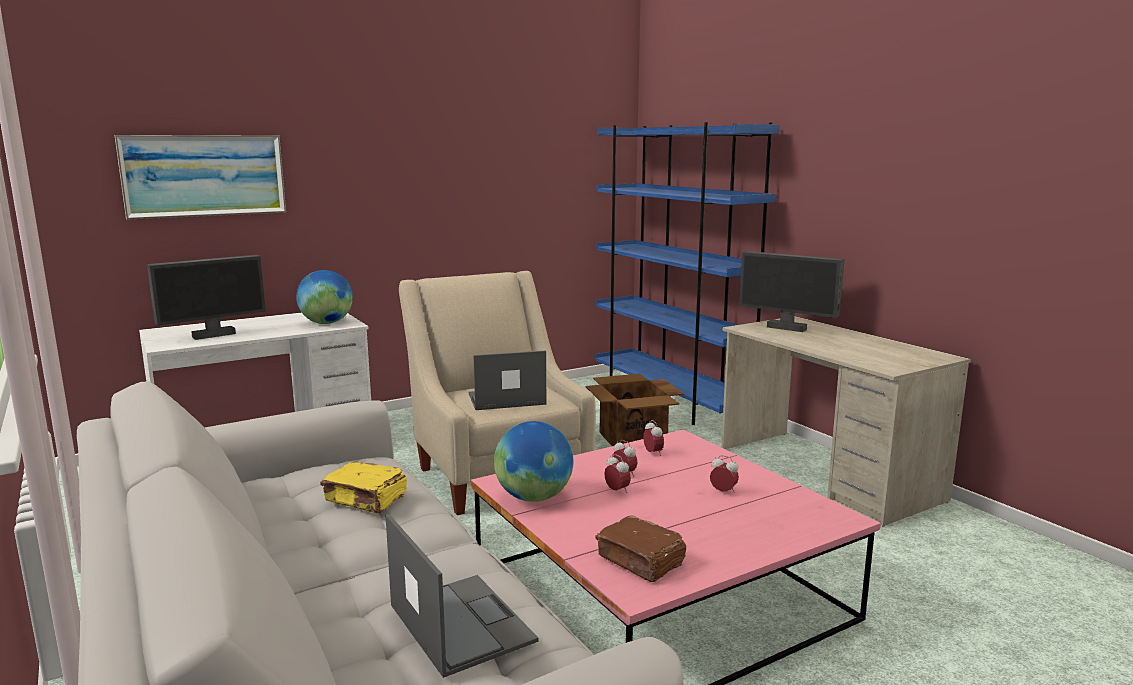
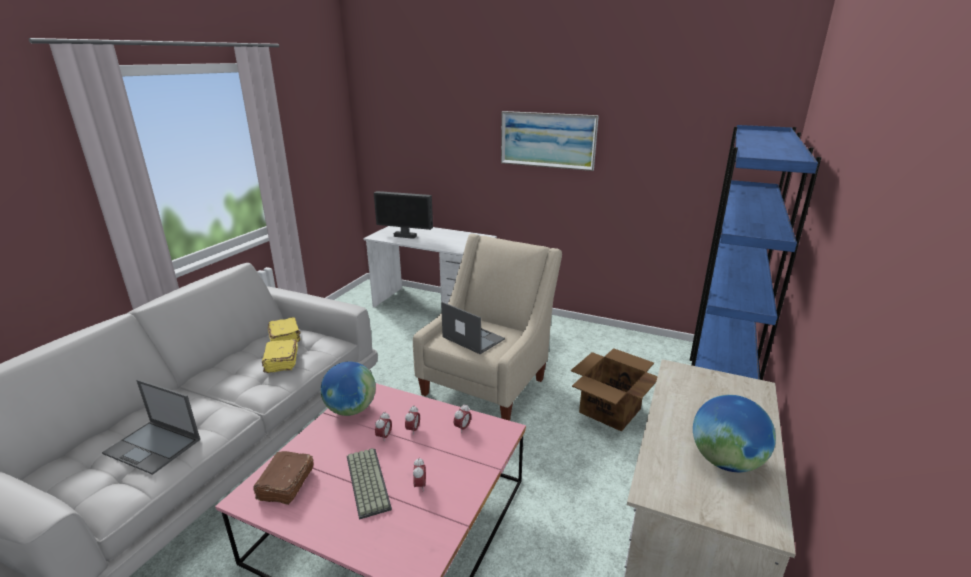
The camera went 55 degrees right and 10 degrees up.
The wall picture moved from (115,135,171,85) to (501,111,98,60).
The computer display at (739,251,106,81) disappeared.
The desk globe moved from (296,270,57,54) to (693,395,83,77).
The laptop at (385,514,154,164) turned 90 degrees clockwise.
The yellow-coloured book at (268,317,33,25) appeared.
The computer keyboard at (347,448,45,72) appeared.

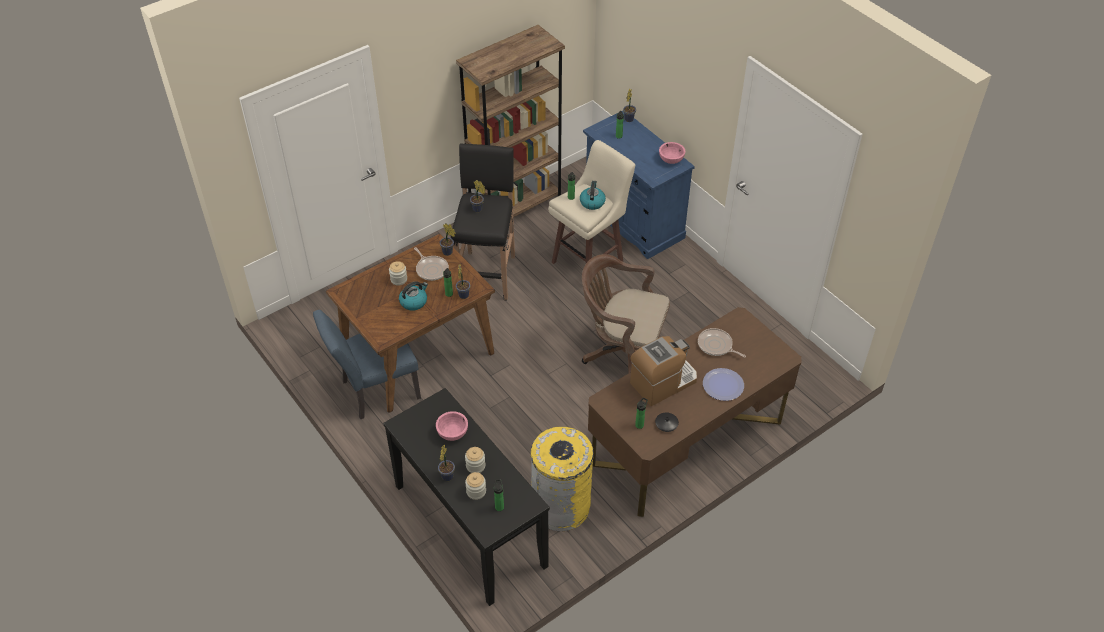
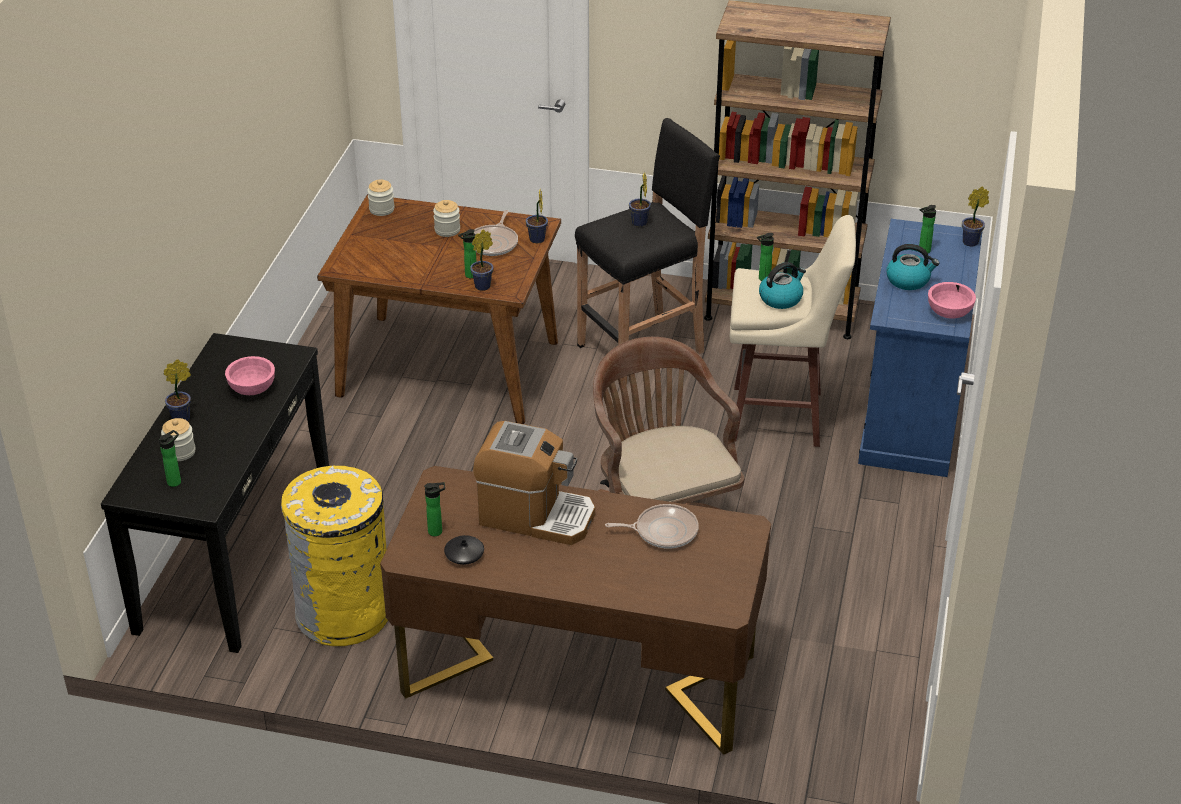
The camera went 50 degrees right and 10 degrees down.
The kettle moved from (399,282,29,29) to (886,244,54,46).
The blue plain chair at (313,310,108,109) disappeared.
The frying pan at (698,328,48,30) turned 90 degrees clockwise.
The plate at (703,368,41,33) disappeared.
The preserve jar moved from (465,447,21,26) to (367,179,28,37).

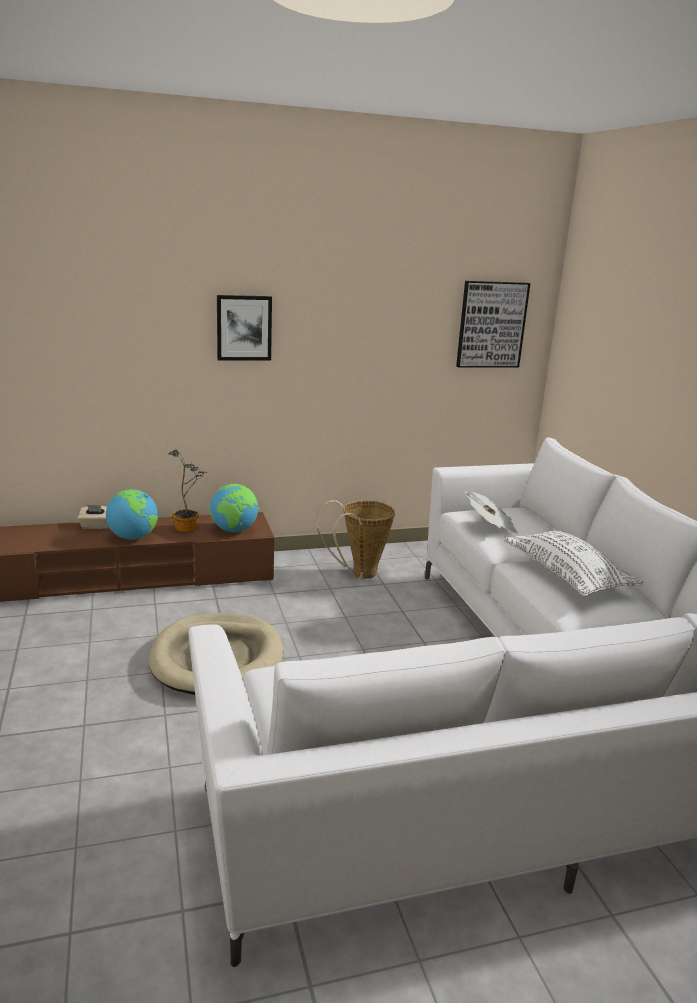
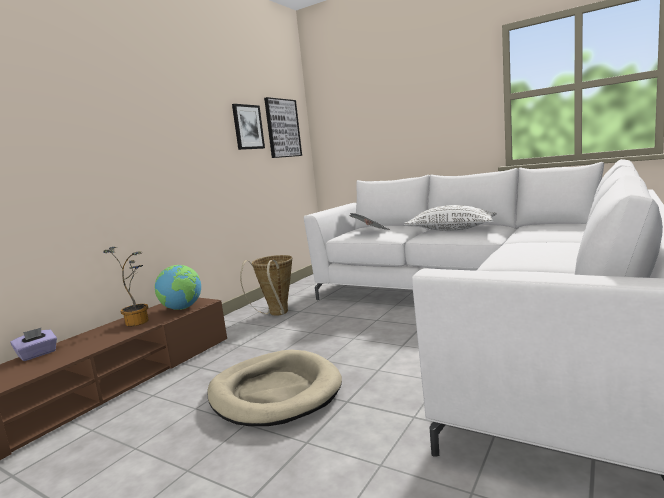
The camera went 40 degrees left and 10 degrees down.
The wall picture moved from (217,295,55,65) to (232,104,33,46).
The desk globe at (106,489,52,51) disappeared.
The sand-coloured box of tissues at (78,505,31,24) became the purple box of tissues at (10,328,47,33).

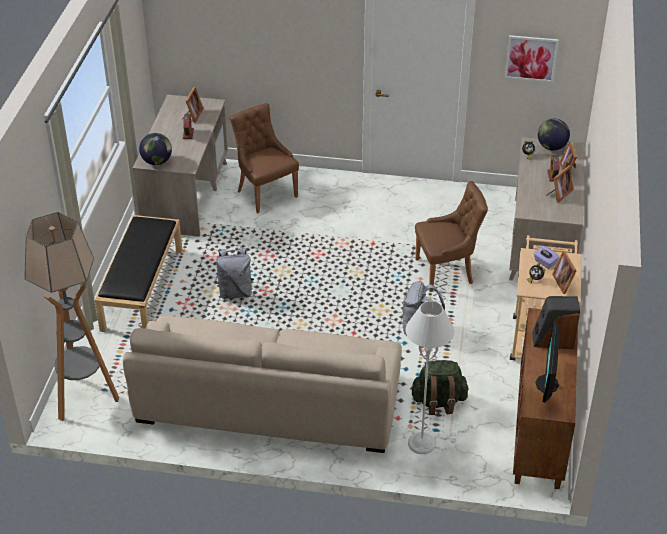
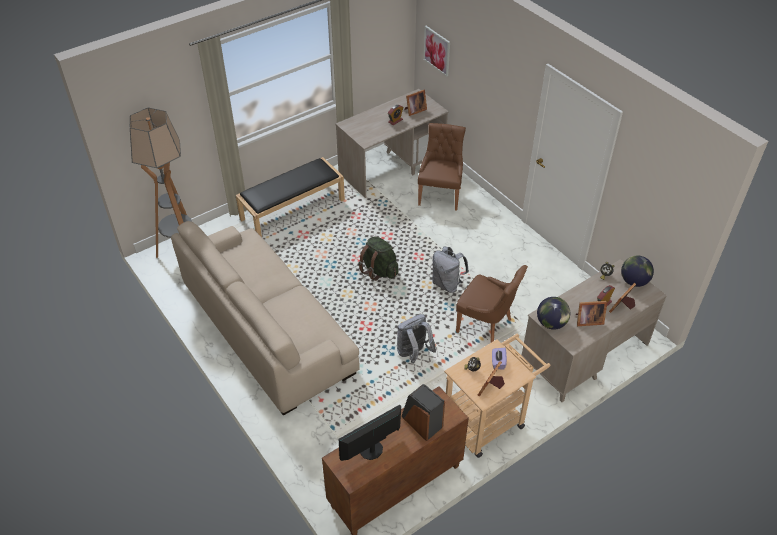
The camera went 45 degrees right and 5 degrees up.
The wall picture moved from (505,35,54,47) to (423,26,27,51).
The desk globe moved from (139,133,33,32) to (537,297,33,33).
The greyish rucksack moved from (216,247,38,52) to (432,247,37,46).
The greyish standard lamp at (406,301,48,153) disappeared.
The green rucksack moved from (410,360,59,55) to (358,236,40,45).

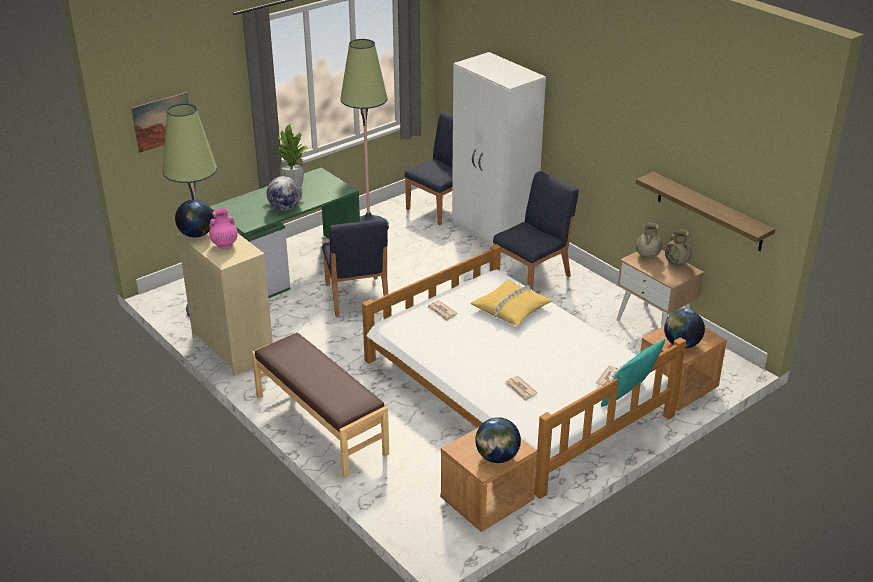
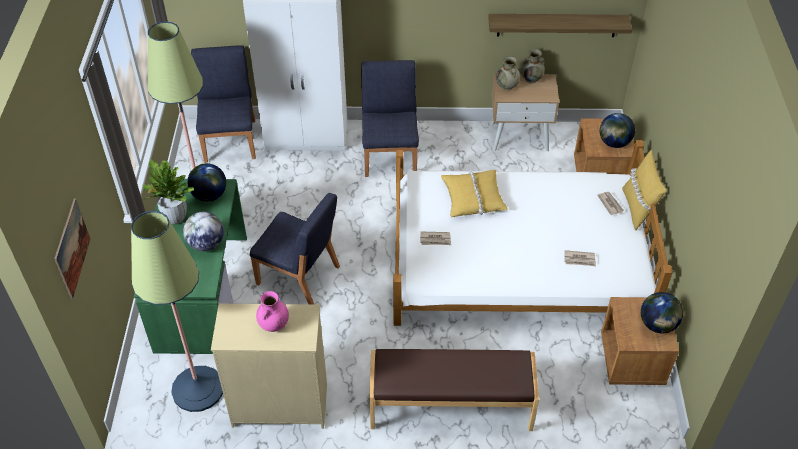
The camera went 50 degrees left and 15 degrees up.
The desk globe moved from (175,199,39,39) to (187,163,39,39).
The blue-green pillow at (601,339,64,68) became the yellow-coloured pillow at (622,150,44,80).

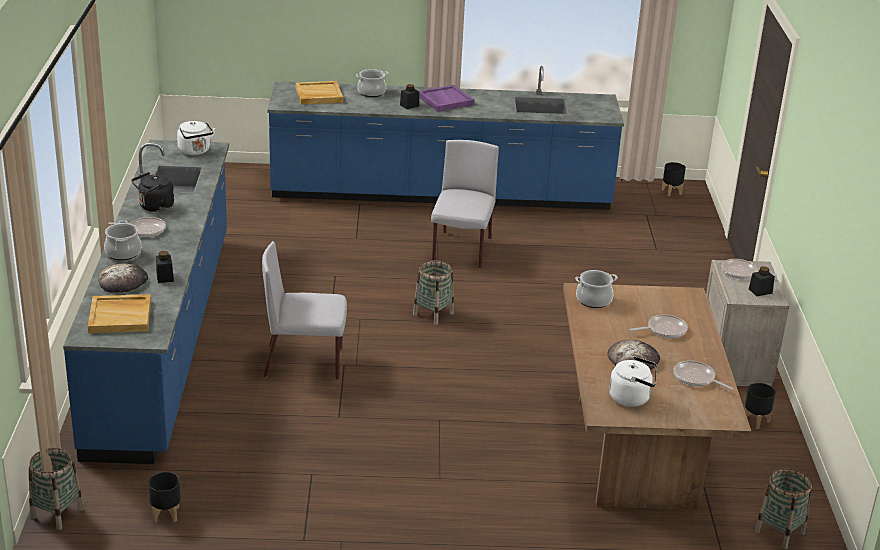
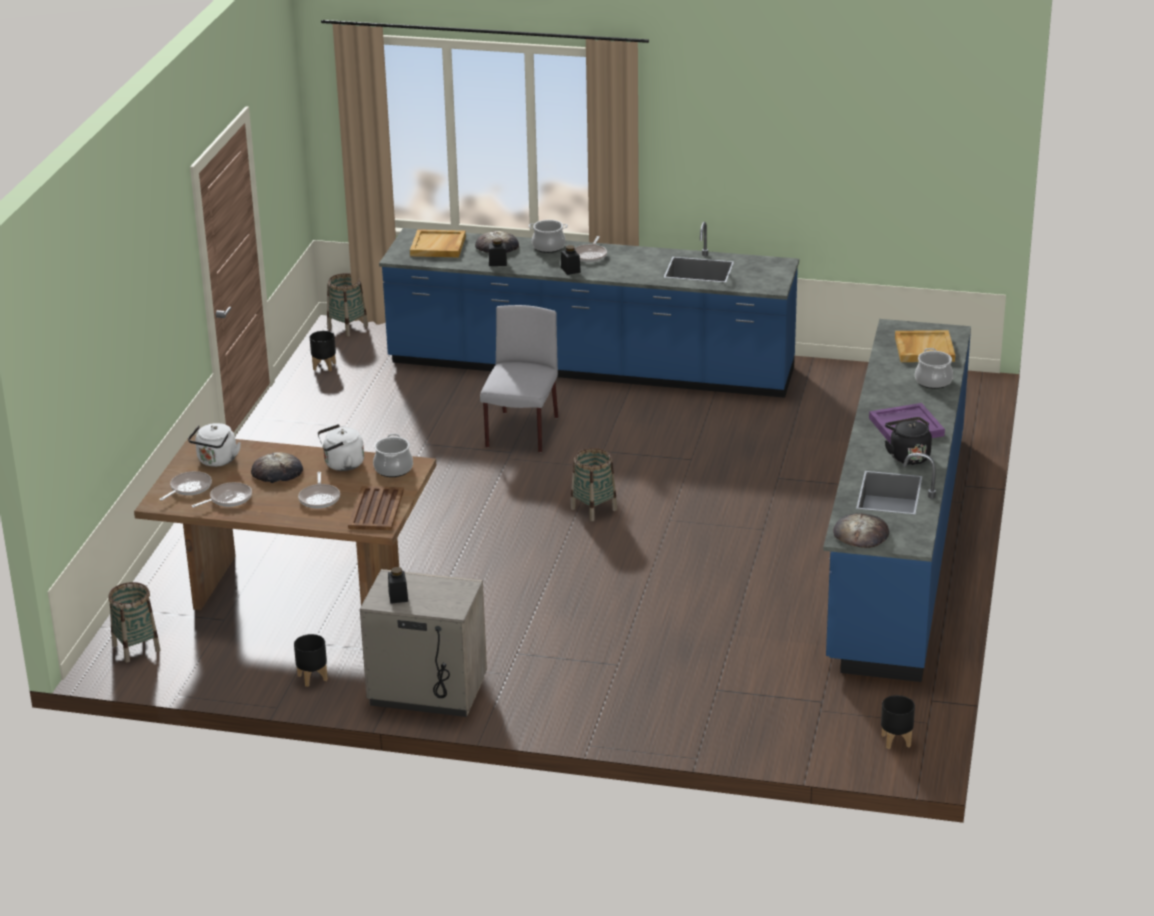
The camera went 105 degrees right and 0 degrees up.
The blackish preserve jar moved from (400,84,19,25) to (561,245,20,30).
The white kettle moved from (177,121,38,34) to (318,424,46,47).
The greyish plain chair at (431,140,68,128) disappeared.
The blackish kettle moved from (132,172,42,40) to (885,417,47,48).
The frying pan moved from (721,259,56,20) to (159,471,53,30).
The brown-coloured serving tray at (348,486,56,44) appeared.
The bread at (833,513,56,35) appeared.

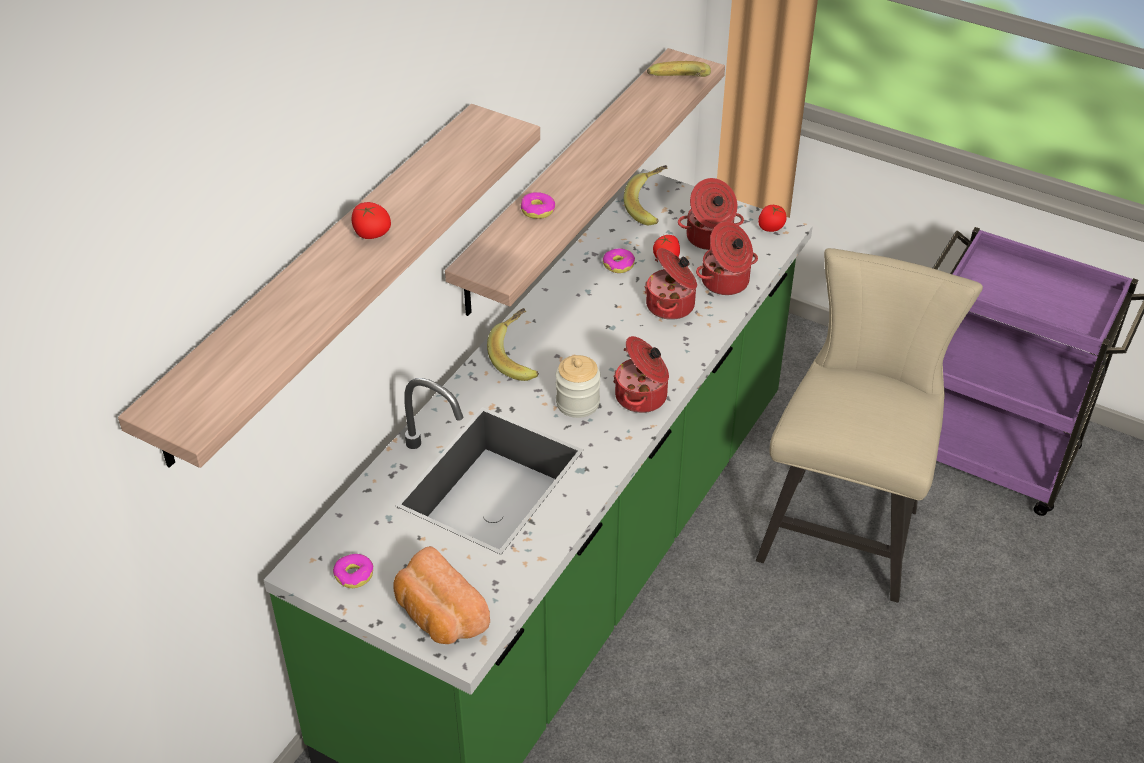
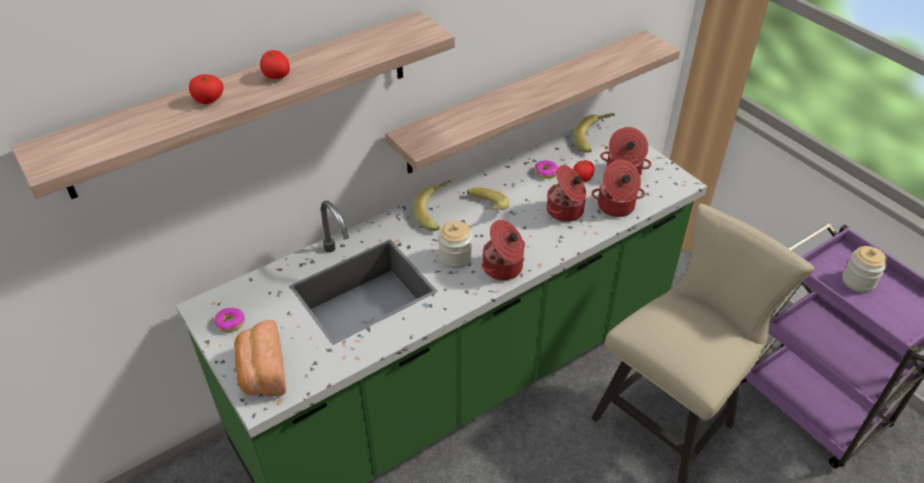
The camera went 25 degrees right and 0 degrees up.
The banana moved from (647,61,64,16) to (467,187,42,23).
The ring doughnut at (521,192,34,27) disappeared.
The fresh tomato moved from (758,205,29,27) to (189,74,35,30).
The preserve jar at (842,246,45,47) appeared.

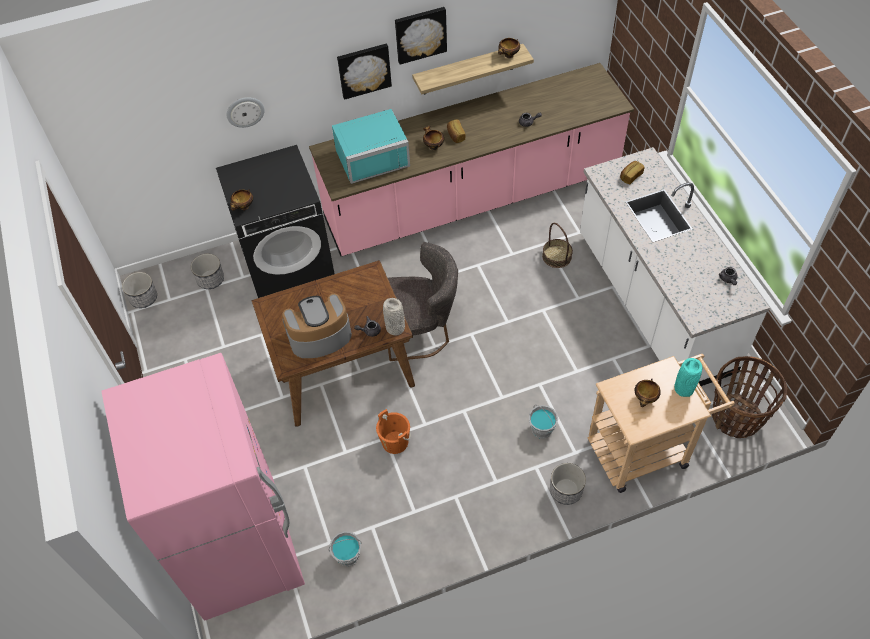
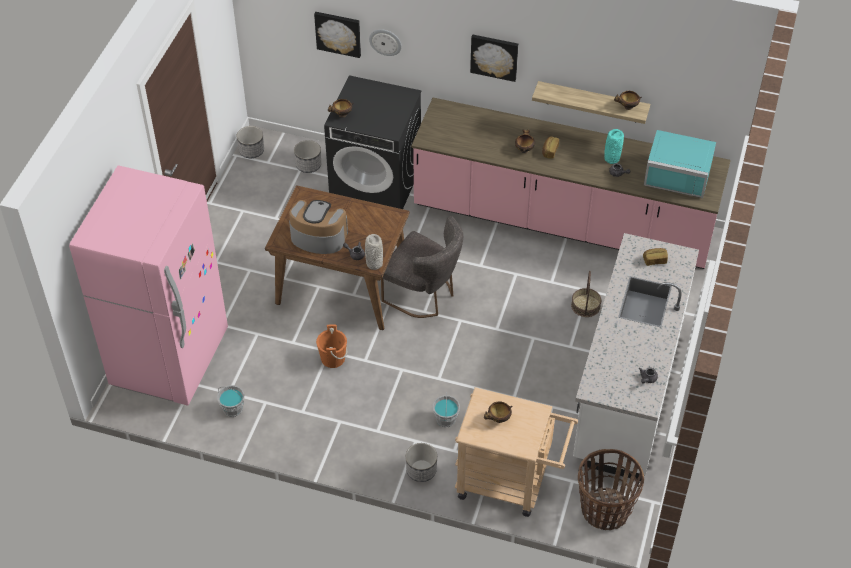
The camera went 35 degrees right and 5 degrees down.
The wall picture moved from (395,7,52,58) to (314,12,47,46).
The blue-green kitchen microwave moved from (332,109,78,75) to (644,130,72,68).
The blue-green decorative vase moved from (674,358,29,39) to (604,129,20,35).

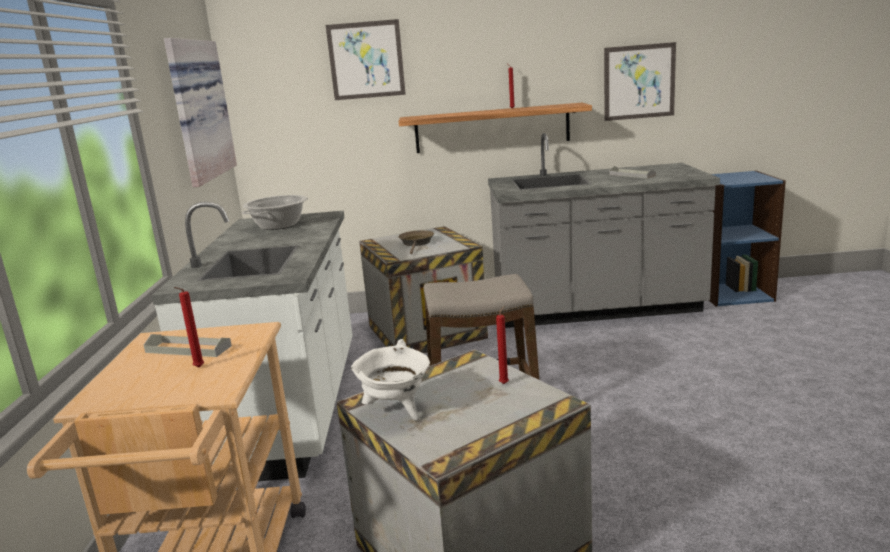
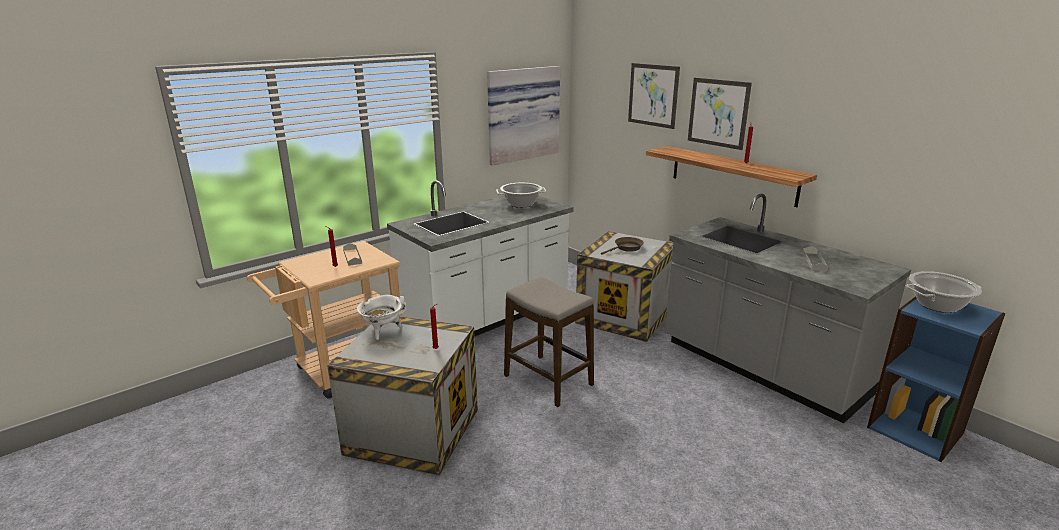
The camera went 50 degrees right and 5 degrees up.
The wall picture moved from (604,42,72,79) to (688,78,64,72).
The saucepot at (906,271,76,42) appeared.

